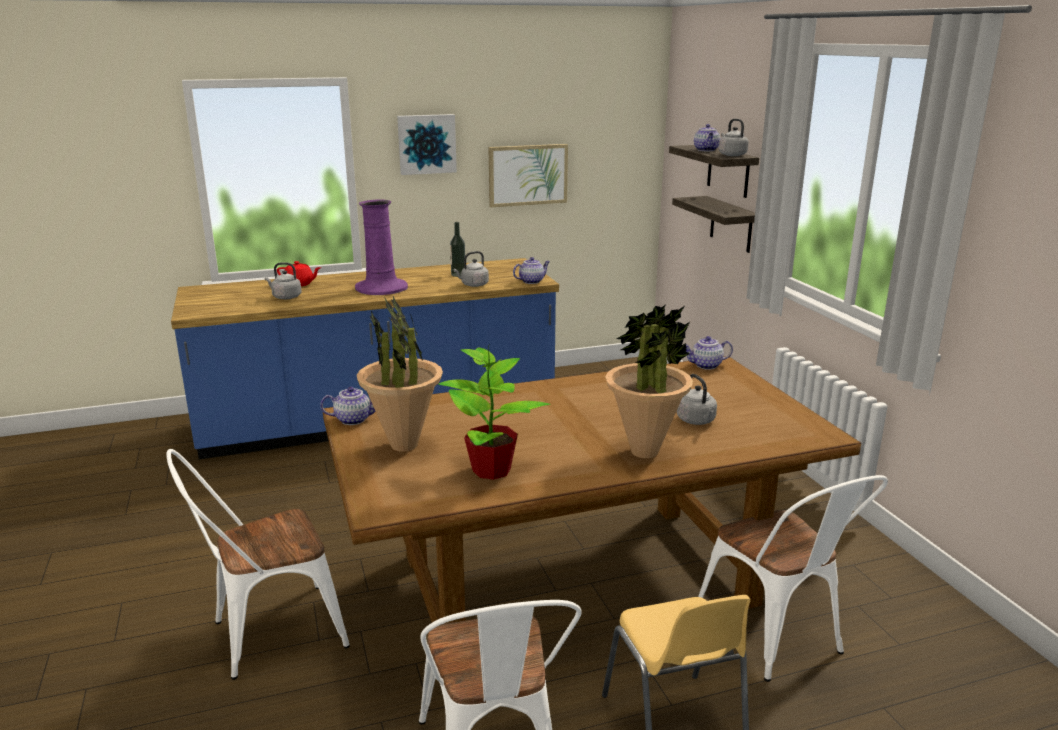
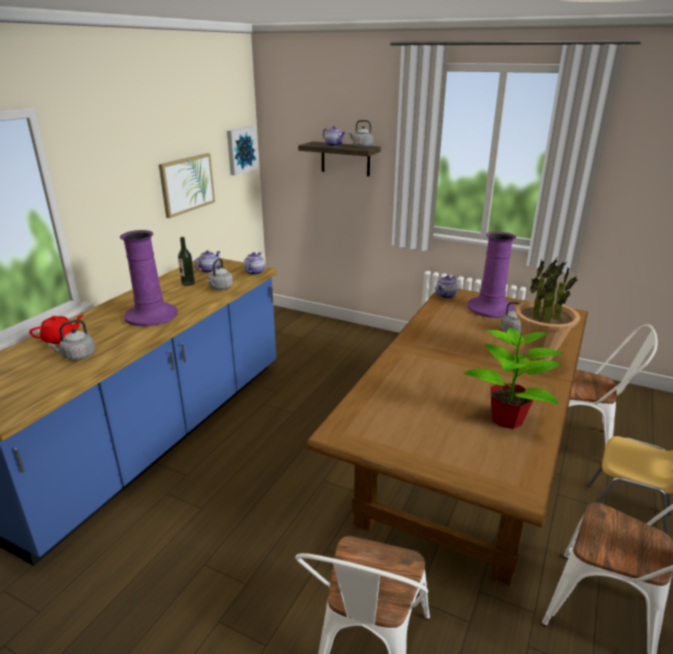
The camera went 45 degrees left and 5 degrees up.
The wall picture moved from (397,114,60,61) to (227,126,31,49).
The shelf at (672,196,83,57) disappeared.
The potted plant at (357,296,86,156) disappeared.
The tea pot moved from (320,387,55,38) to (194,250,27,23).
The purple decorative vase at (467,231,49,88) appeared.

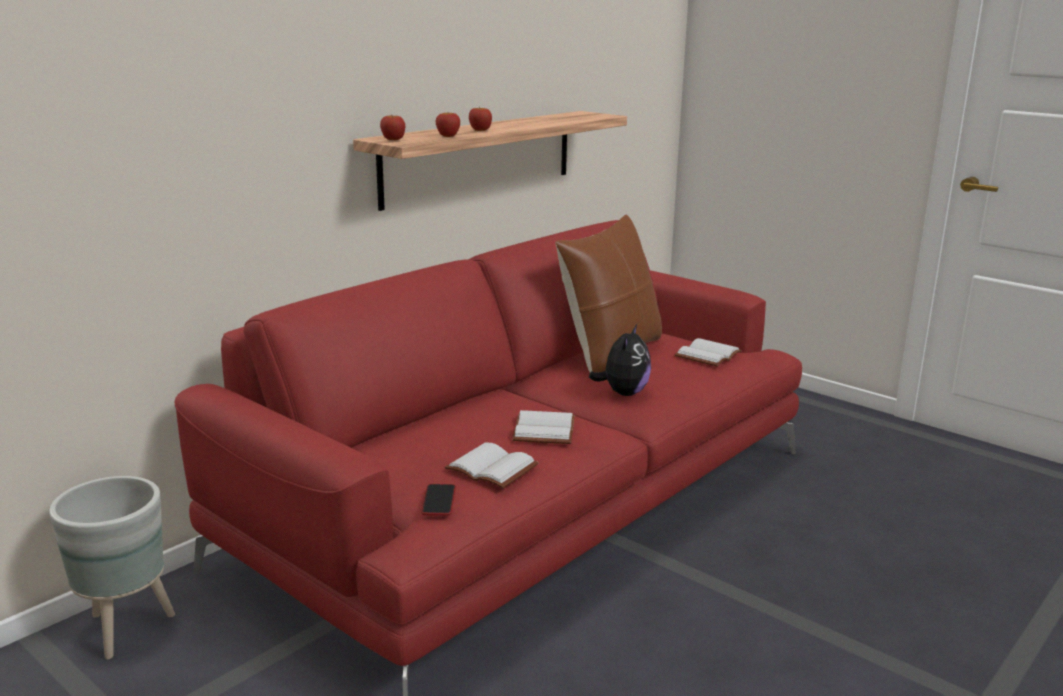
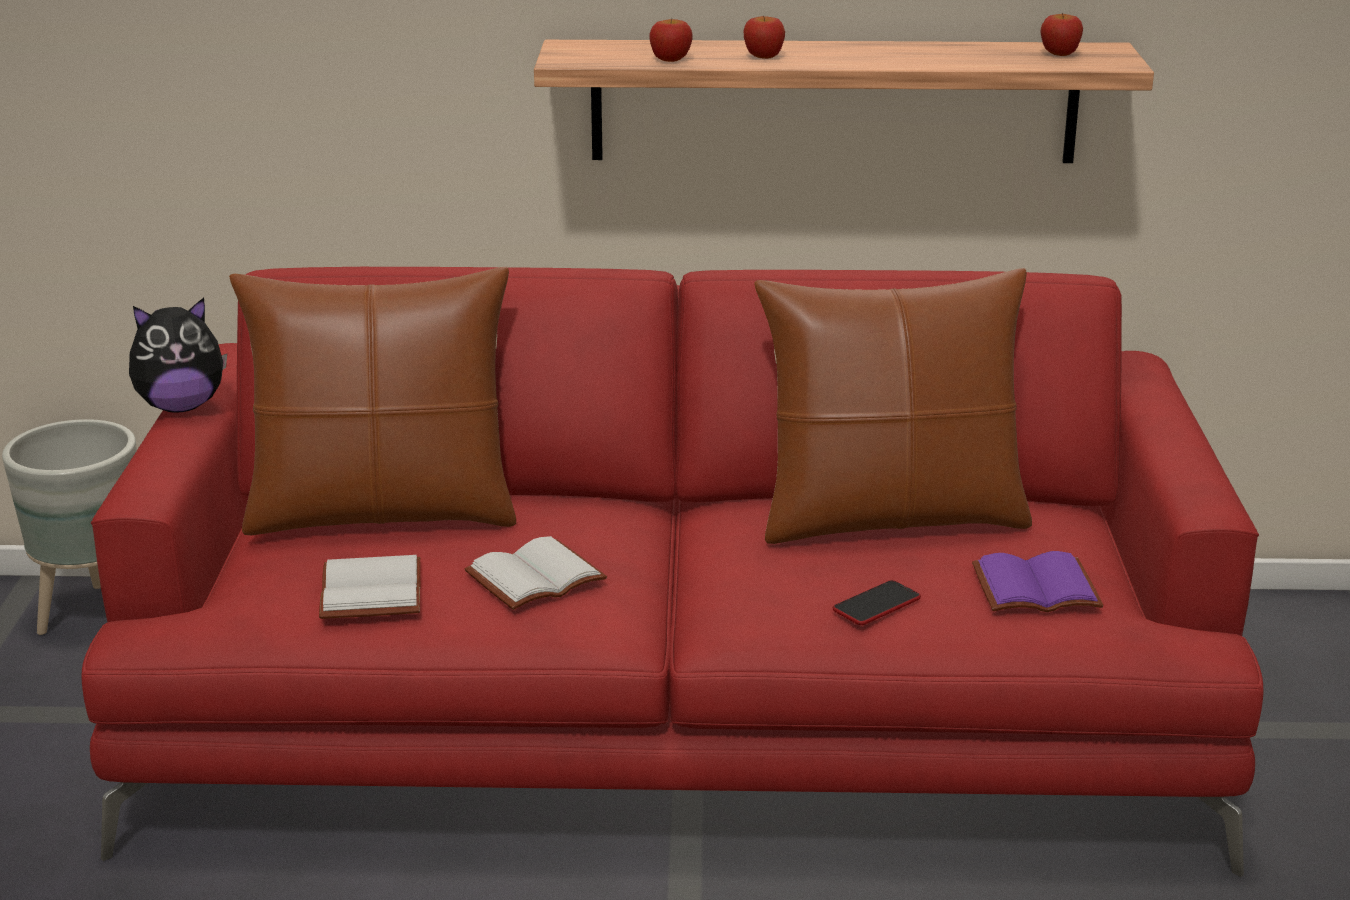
The camera went 50 degrees right and 5 degrees up.
The whole apple moved from (380,114,25,26) to (1041,13,42,43).
The plush toy moved from (589,324,62,72) to (129,298,98,115).
The white book at (675,338,67,29) became the purple book at (972,551,132,61).
The telephone moved from (421,484,35,32) to (833,580,88,45).
The brown-coloured pillow at (229,267,287,268) appeared.

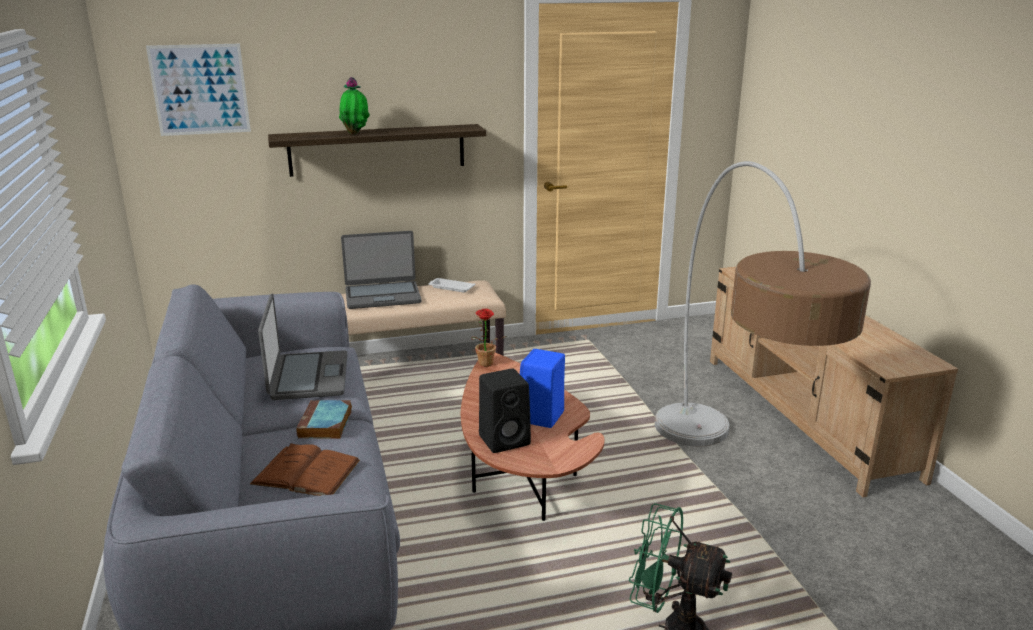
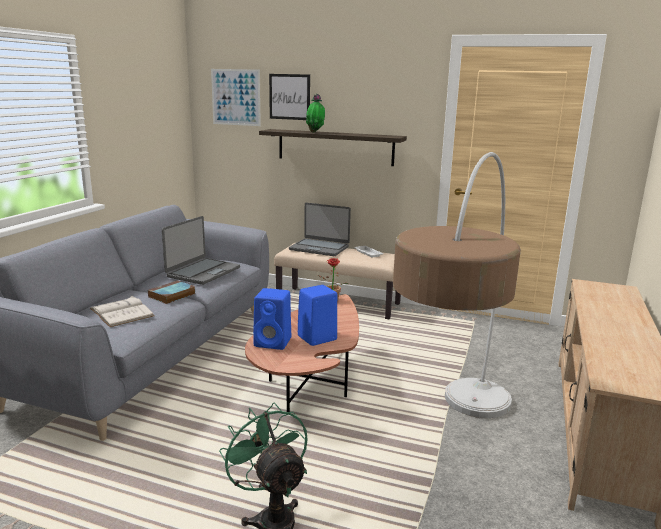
The camera went 35 degrees right and 5 degrees down.
The blackish audio speaker at (479,369,52,84) became the blue audio speaker at (253,288,38,62).
The brown-coloured book at (250,443,110,53) became the white book at (90,296,64,31).
The wall picture at (269,74,41,46) appeared.

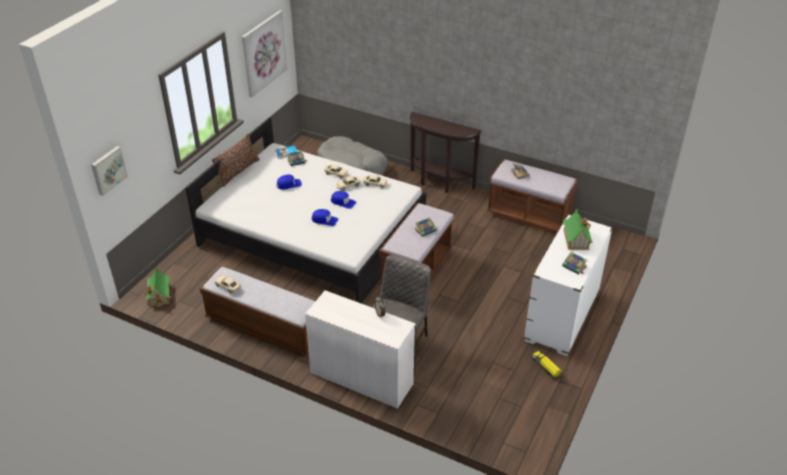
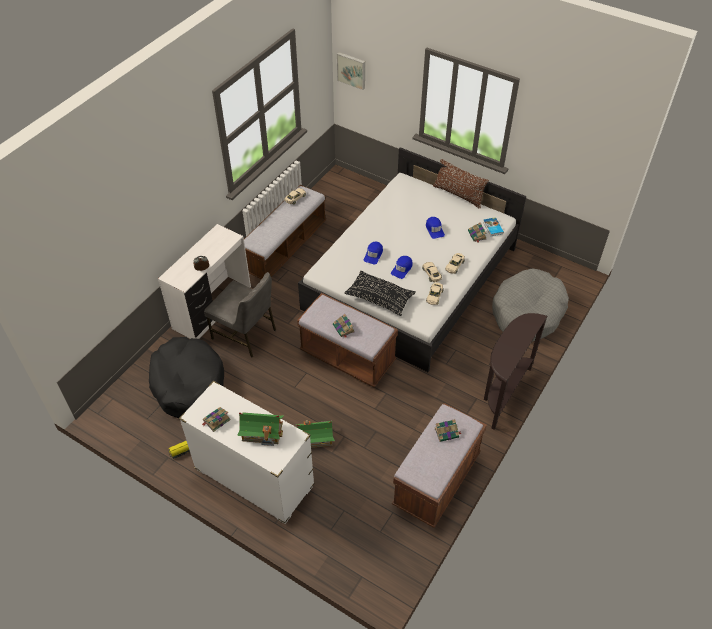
The camera went 95 degrees right and 10 degrees up.
The wall picture at (242,10,46,88) disappeared.
The miniature house moved from (144,266,28,41) to (296,420,39,28).
The blackish pillow at (344,270,72,46) appeared.
The blackish pet bed at (149,337,75,81) appeared.

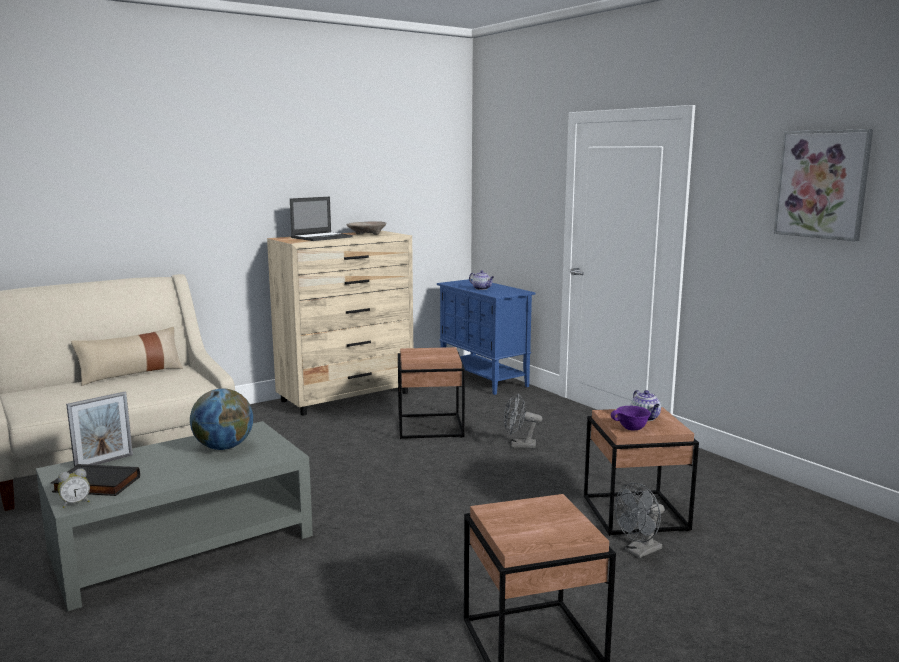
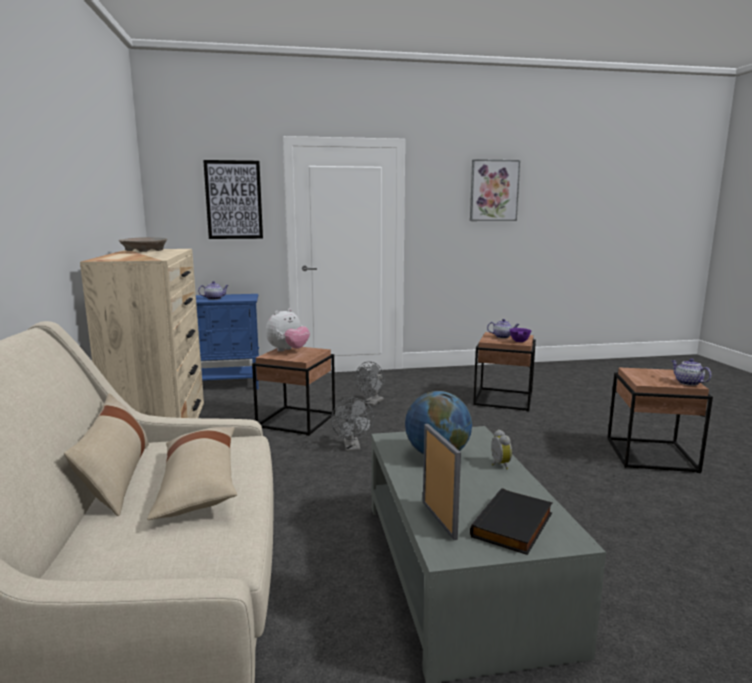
The camera went 65 degrees left and 0 degrees up.
The laptop at (290,197,63,44) disappeared.
The bedside clock moved from (58,468,32,40) to (491,429,21,40).
The greyish electric fan moved from (615,482,50,76) to (331,398,43,53).
The wall picture at (203,160,60,79) appeared.
The plush toy at (266,308,44,44) appeared.
The tea pot at (671,359,41,27) appeared.
The sand-coloured pillow at (147,427,90,93) appeared.

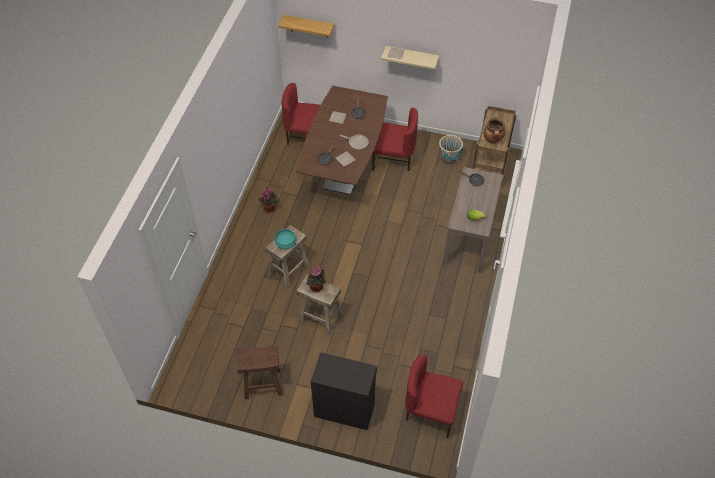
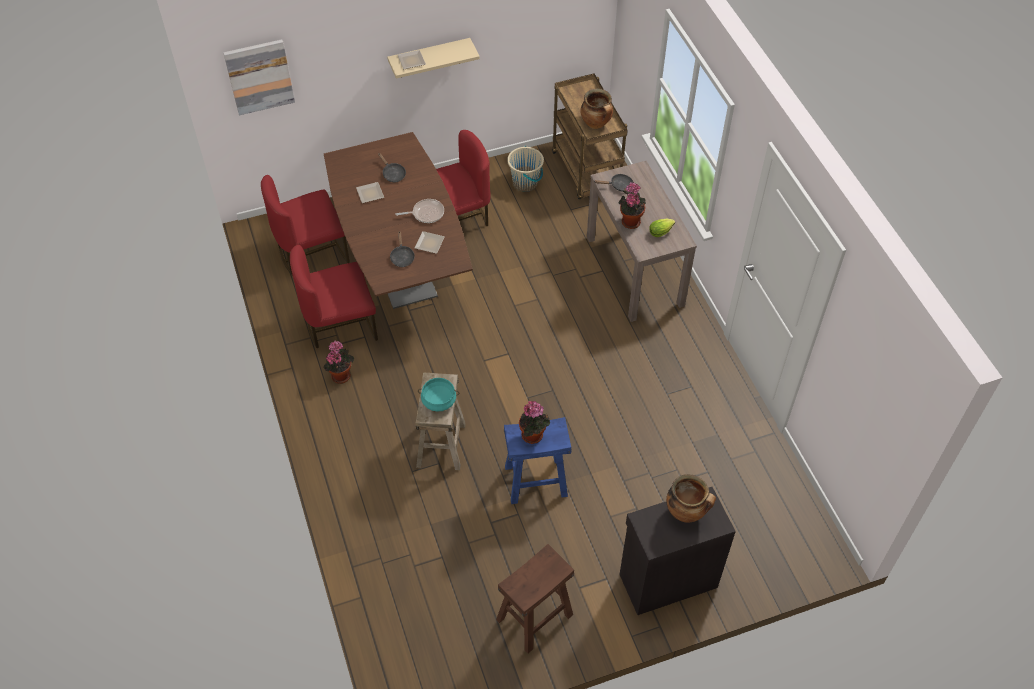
The camera went 35 degrees left and 0 degrees up.
The shelf at (278,15,56,22) was replaced by the wall picture at (223,39,72,76).
The sand-coloured sitting stool at (296,274,47,61) became the blue sitting stool at (504,417,68,87).
The reddish plain chair moved from (405,354,58,84) to (290,245,88,103).
The potted plant at (619,182,27,47) appeared.
The saucepot at (666,474,50,49) appeared.

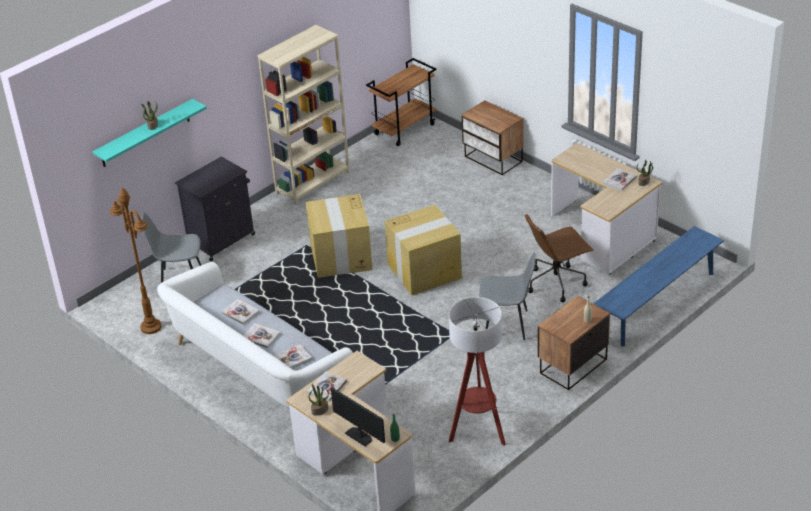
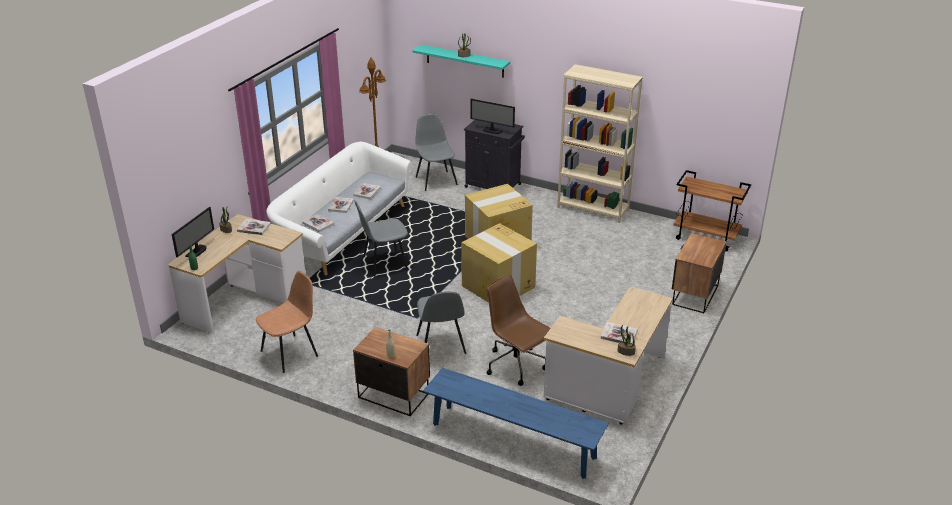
The camera went 70 degrees right and 5 degrees down.
The standard lamp at (449,297,57,149) was replaced by the brown-coloured plain chair at (256,271,62,102).
The computer display at (470,98,45,36) appeared.
The greyish plain chair at (354,201,54,76) appeared.

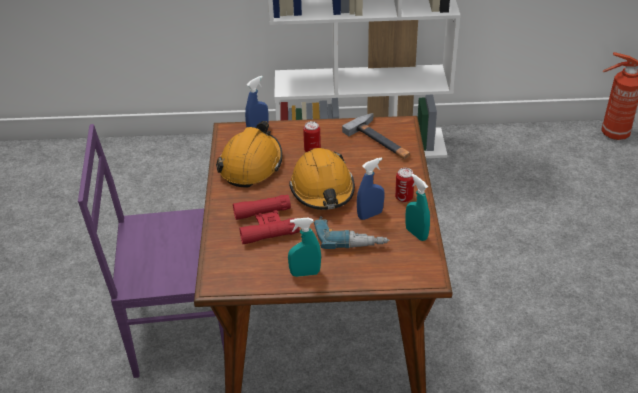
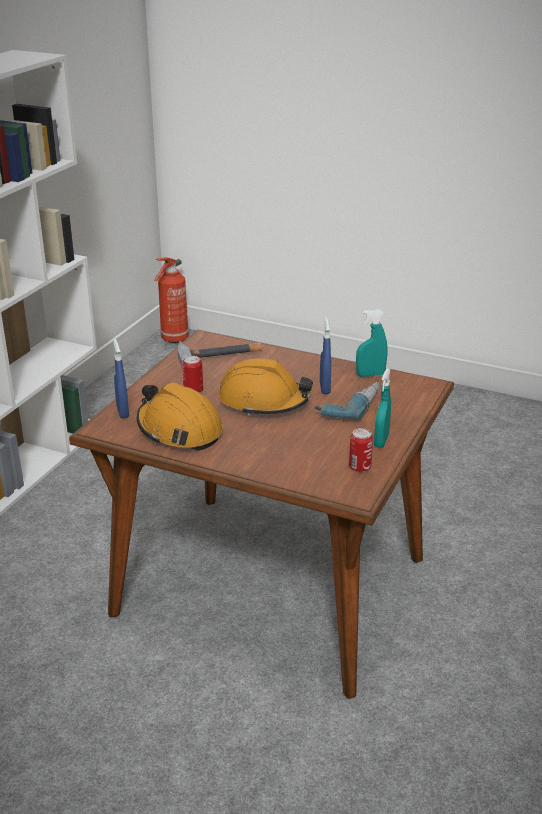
The camera went 65 degrees left and 10 degrees down.
The purple plain chair at (78,124,146,254) disappeared.
The sealed can moved from (395,168,19,34) to (349,428,24,44).
The reddish pair of binoculars at (233,195,67,49) disappeared.

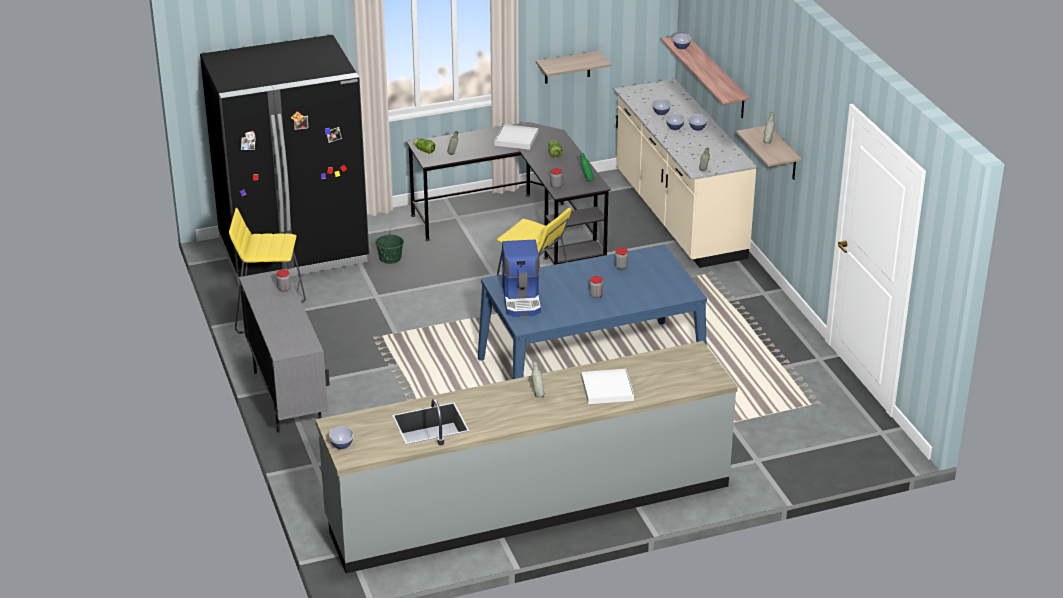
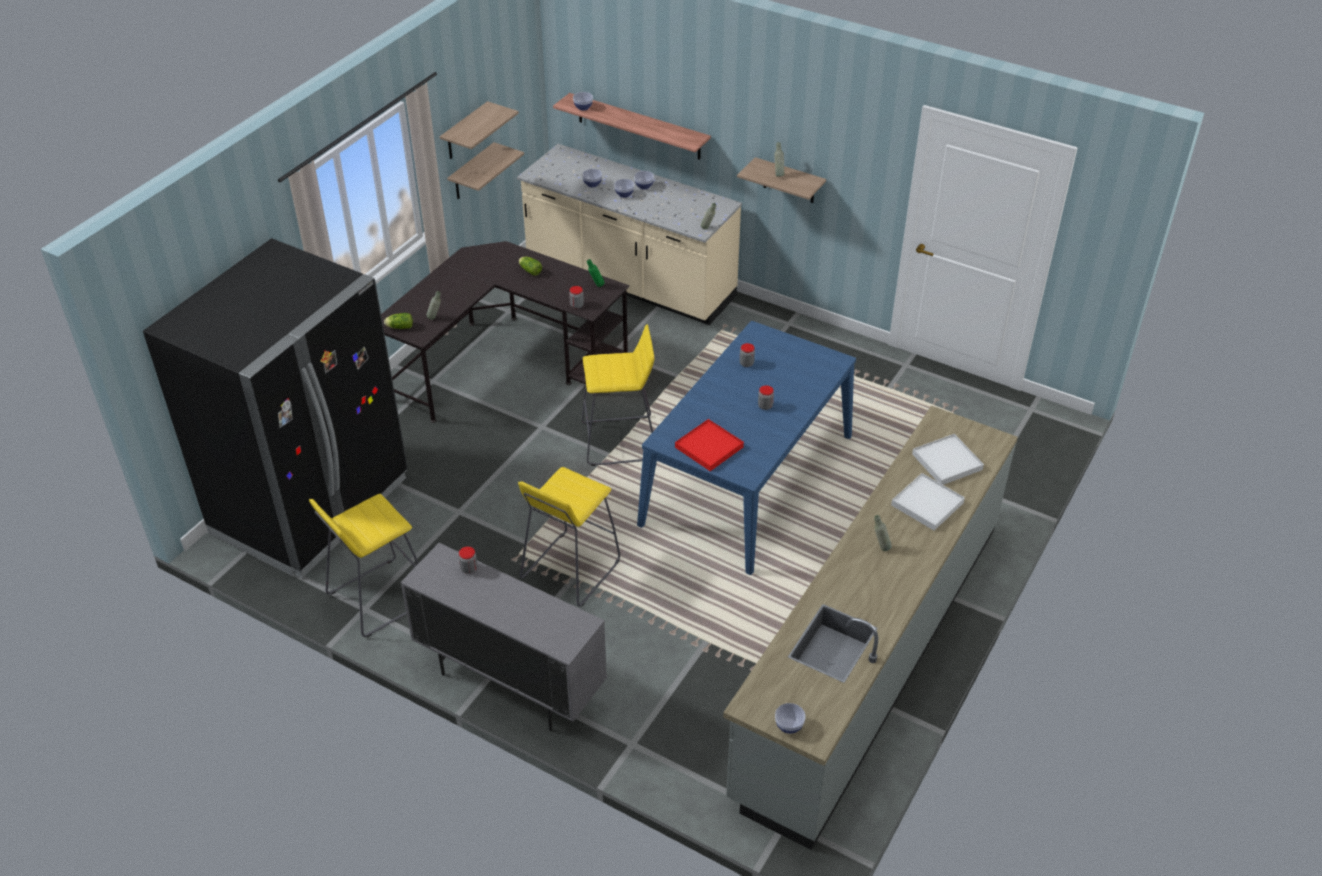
The camera went 40 degrees left and 10 degrees up.
The white serving tray moved from (494,124,44,26) to (912,434,72,51).
The green water bucket at (375,230,29,34) disappeared.
The coffee maker at (502,240,39,77) was replaced by the reddish serving tray at (675,419,69,52).
The shelf at (440,101,79,58) appeared.
The yellow-coloured sitting stool at (518,467,102,140) appeared.

